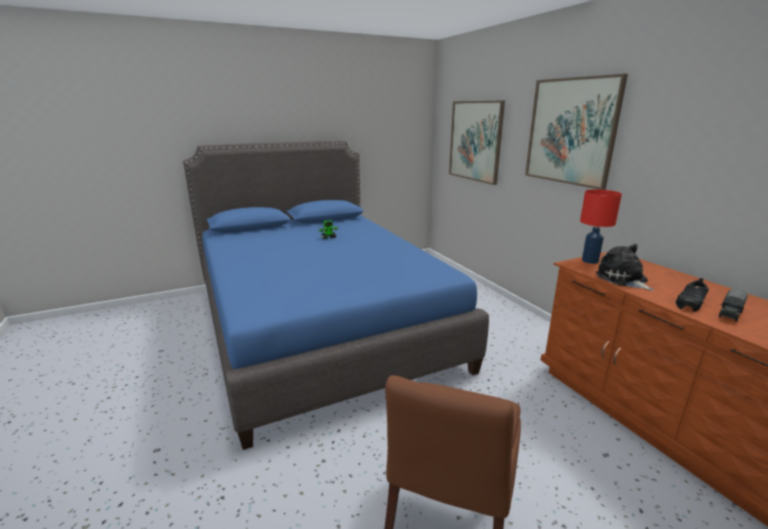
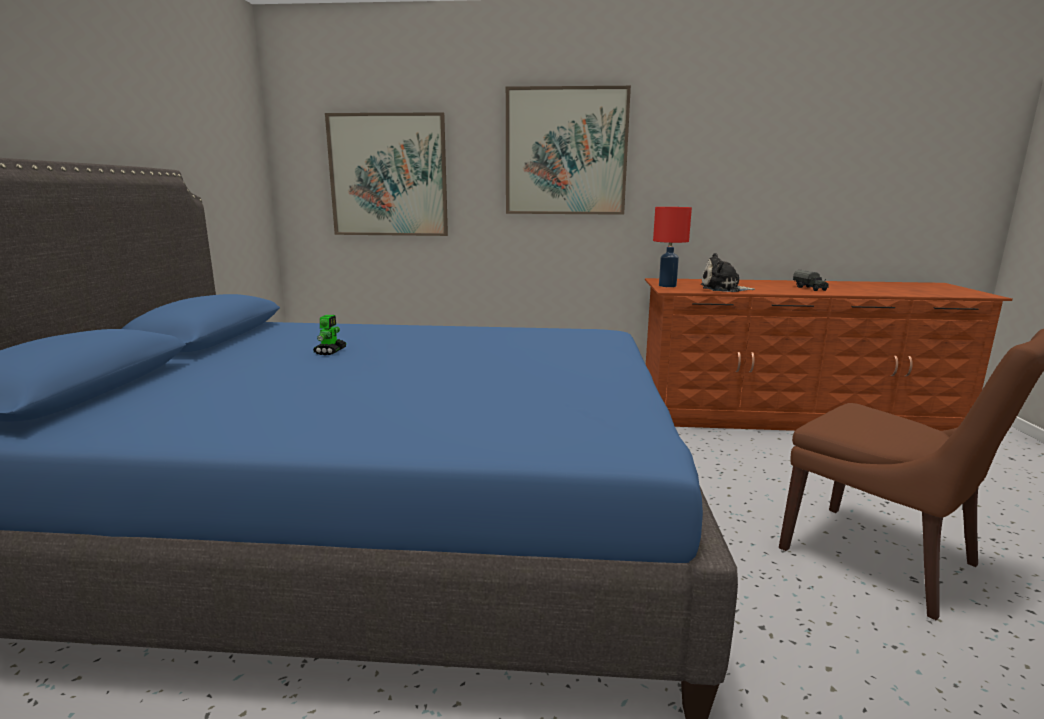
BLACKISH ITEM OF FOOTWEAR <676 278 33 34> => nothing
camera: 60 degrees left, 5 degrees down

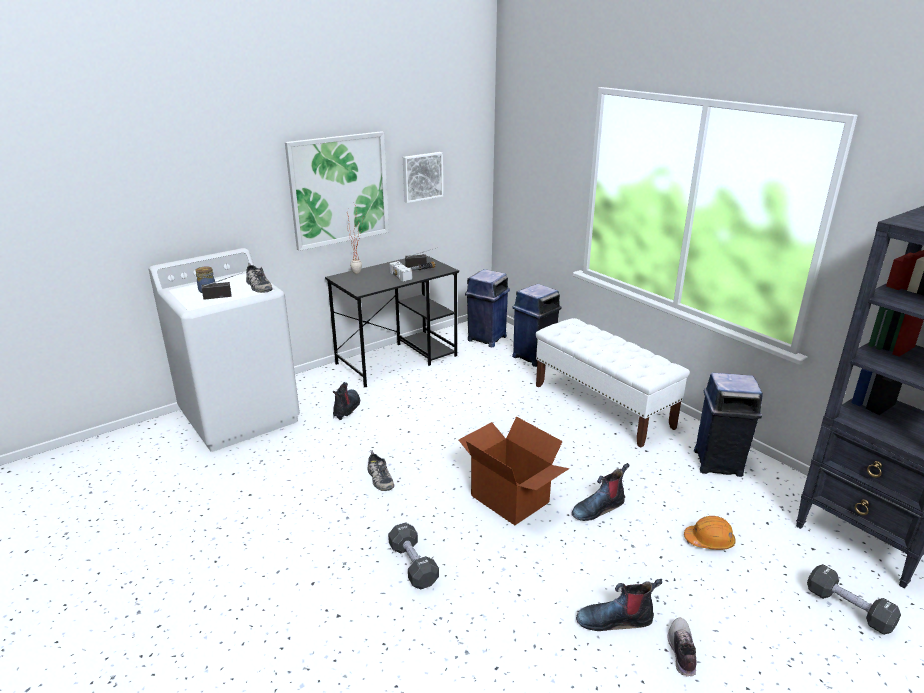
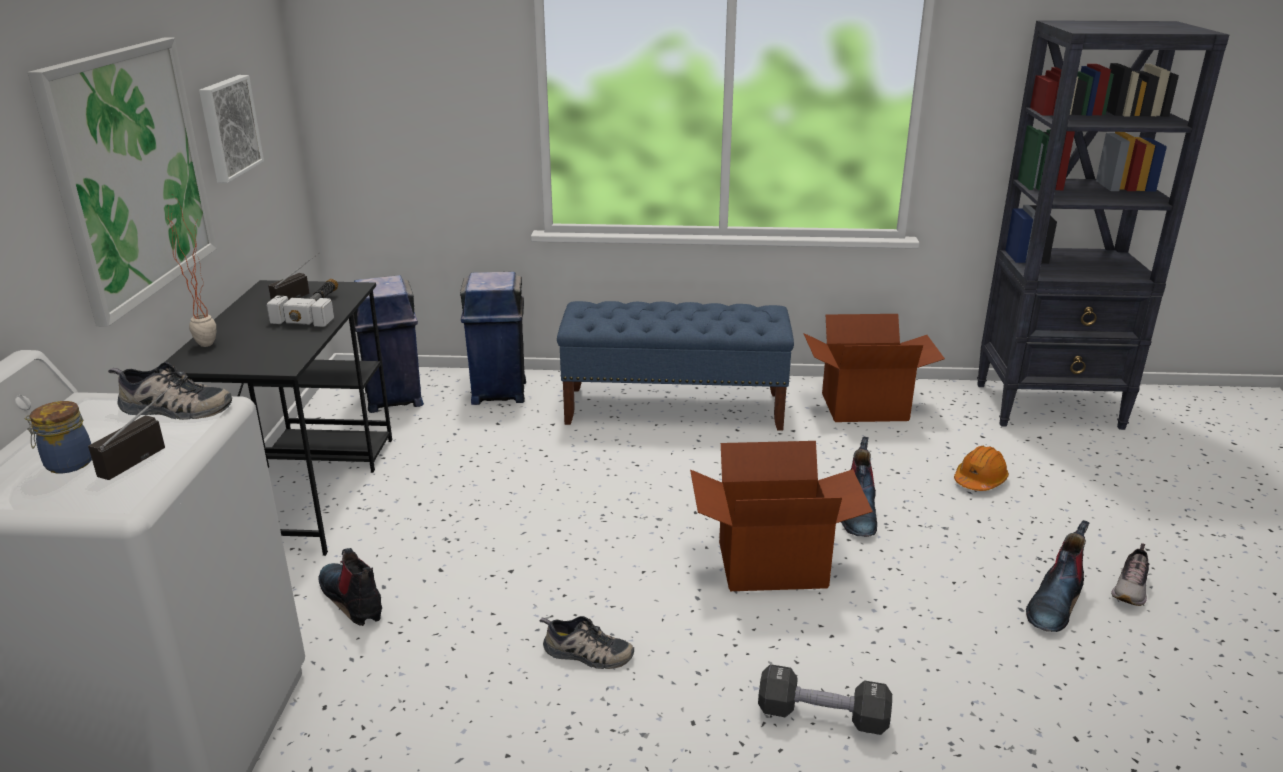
WHITISH BENCH <536 318 154 130> => BLUE-COLOURED BENCH <557 301 237 130>
ITEM OF FOOTWEAR <668 618 29 58> => ITEM OF FOOTWEAR <1111 543 38 63>, 105 degrees counterclockwise
BLUE-COLOURED RUBBISH BIN <694 373 69 104> => PACKING BOX <803 314 142 108>
BLACKISH FREE WEIGHT <807 564 94 71> => nothing
camera: 50 degrees left, 0 degrees up

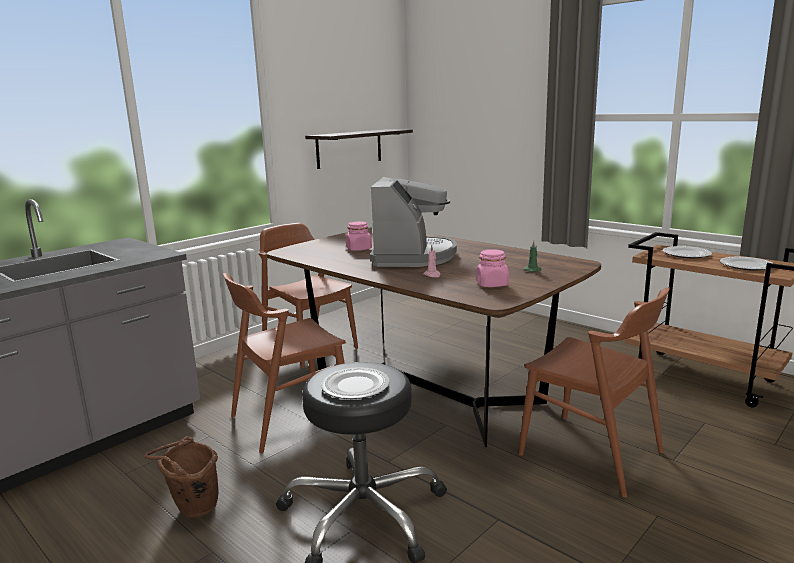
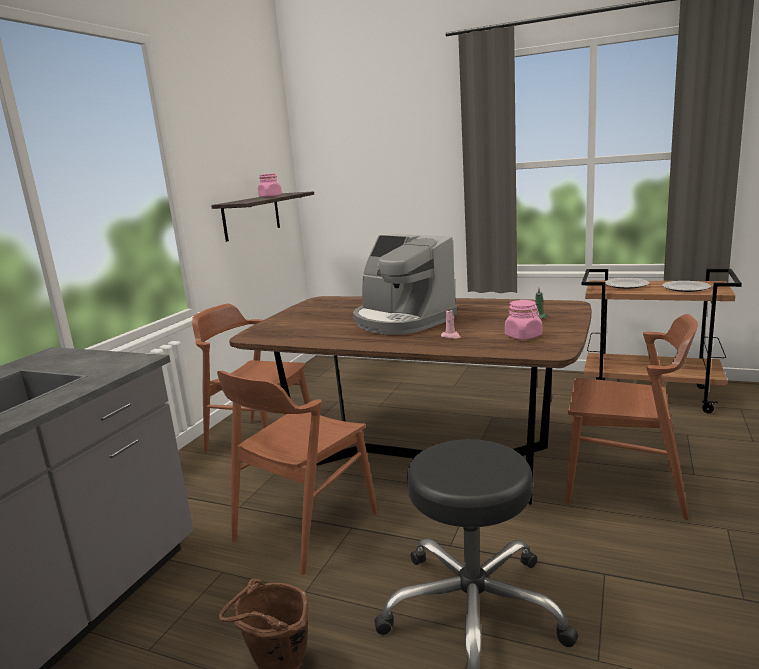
PLATE <321 367 69 32> => nothing
PINK JAR <346 221 26 30> => PINK JAR <258 173 24 24>, relocated
COFFEE BREWER <370 177 87 90> => COFFEE BREWER <353 234 104 101>, 150 degrees clockwise
camera: 20 degrees left, 0 degrees up

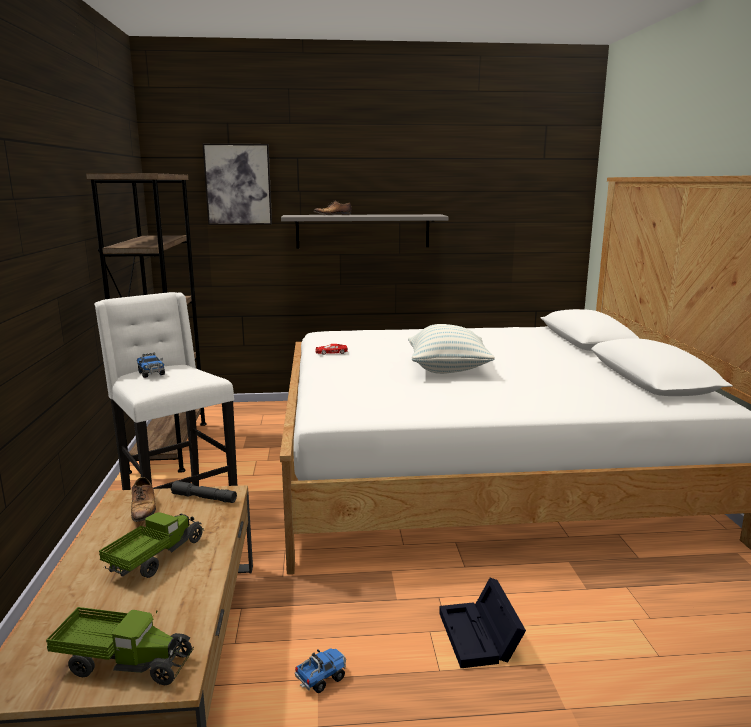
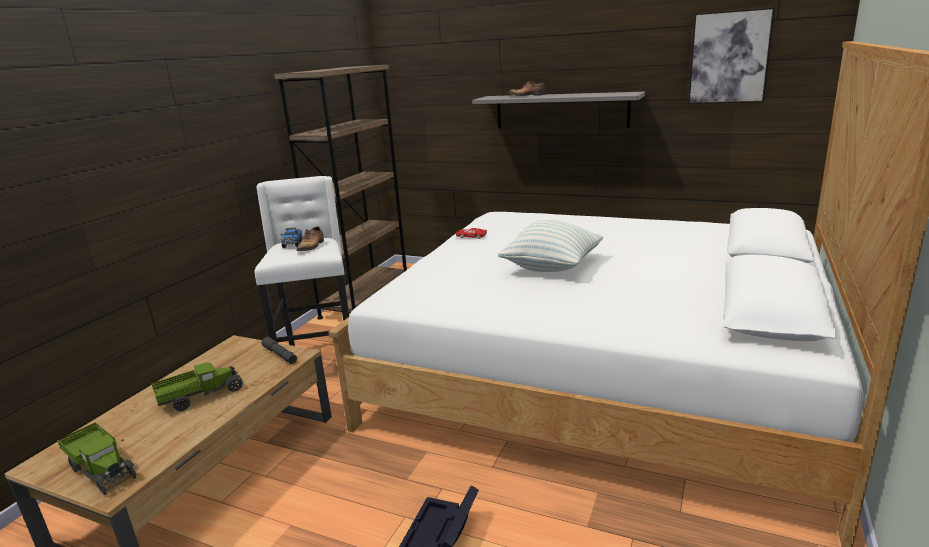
ITEM OF FOOTWEAR <131 477 25 45> => ITEM OF FOOTWEAR <296 226 28 25>, relocated
WALL ART <203 144 69 81> => WALL ART <688 7 87 97>, relocated
TOY LORRY <295 648 51 45> => nothing
camera: 30 degrees right, 5 degrees up

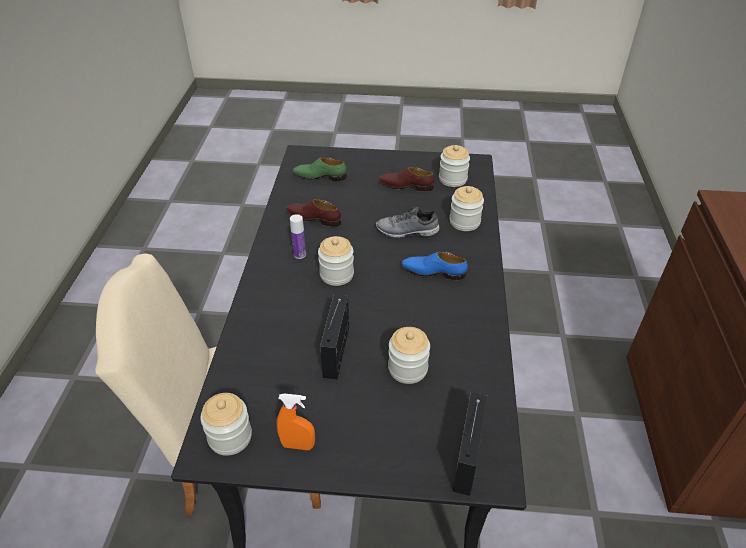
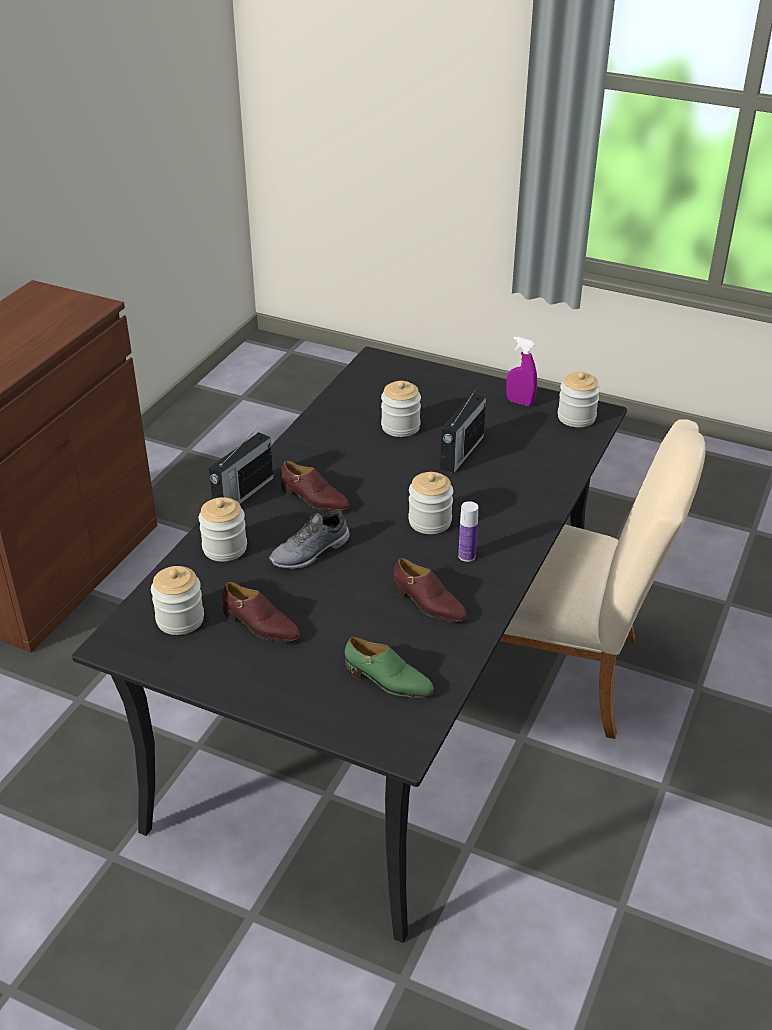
ORANGEY HAND SPRAYER <276 393 39 57> => PURPLE HAND SPRAYER <506 336 31 70>
GRAY ITEM OF FOOTWEAR <376 206 64 32> => GRAY ITEM OF FOOTWEAR <269 510 81 59>, 120 degrees clockwise
BLUE-COLOURED ITEM OF FOOTWEAR <401 252 67 28> => BROWN-COLOURED ITEM OF FOOTWEAR <280 461 69 51>
RADIO SET <453 392 35 104> => RADIO SET <209 427 65 77>, relocated
camera: 160 degrees left, 5 degrees down

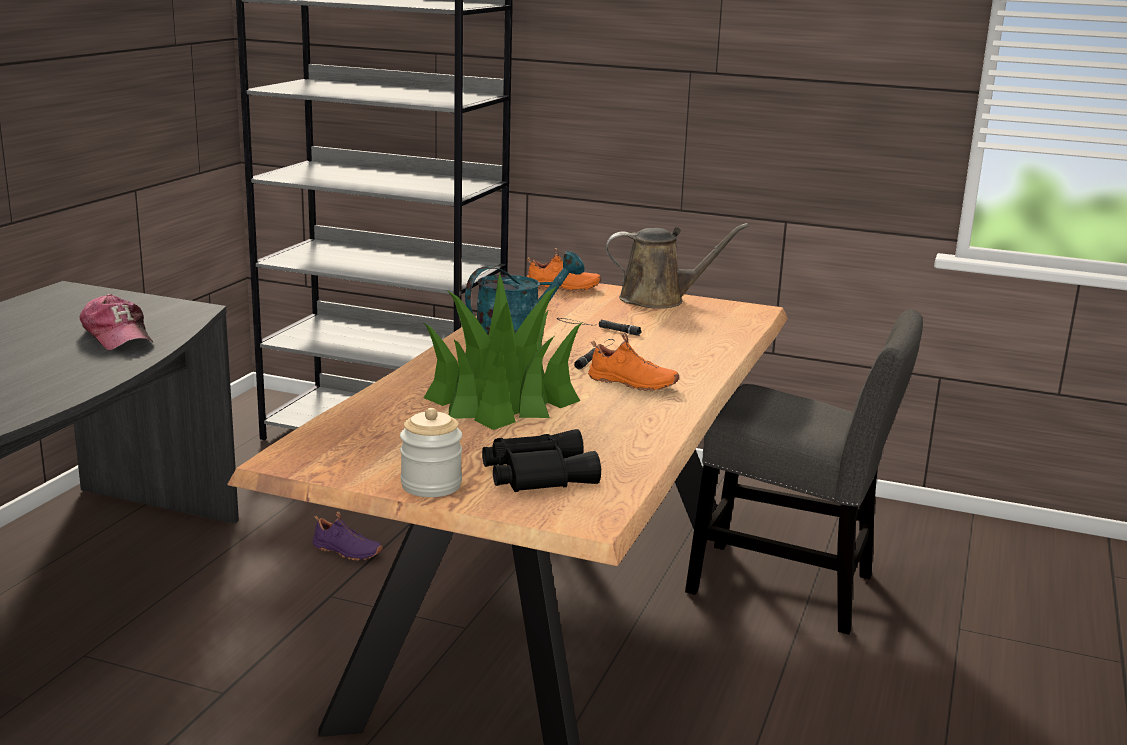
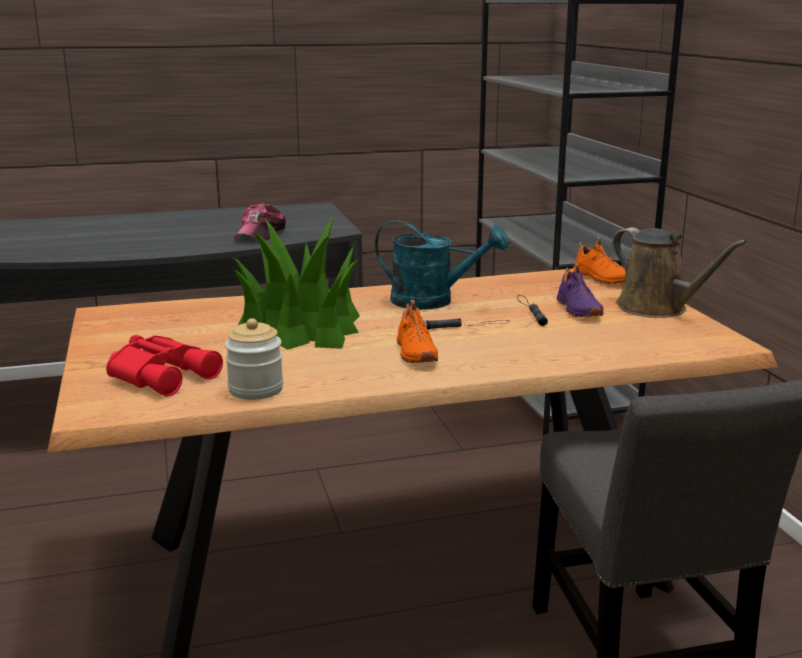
PURPLE ITEM OF FOOTWEAR <313 511 70 49> => PURPLE ITEM OF FOOTWEAR <557 263 46 54>, relocated
JAR <400 408 62 89> => JAR <225 318 58 82>, relocated
BLACKISH FIELD GLASSES <482 429 119 63> => RED FIELD GLASSES <106 335 117 61>
camera: 55 degrees right, 0 degrees up

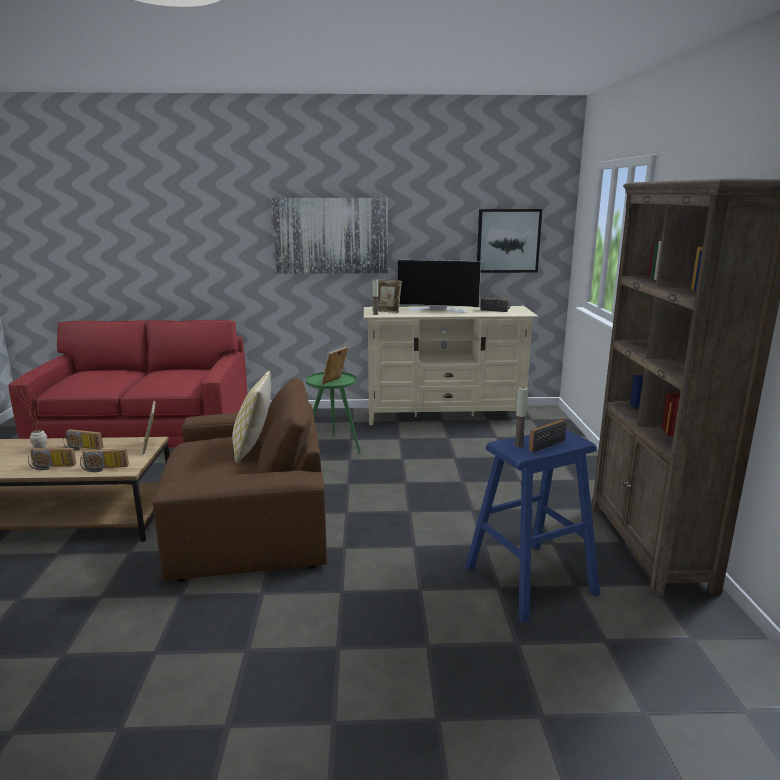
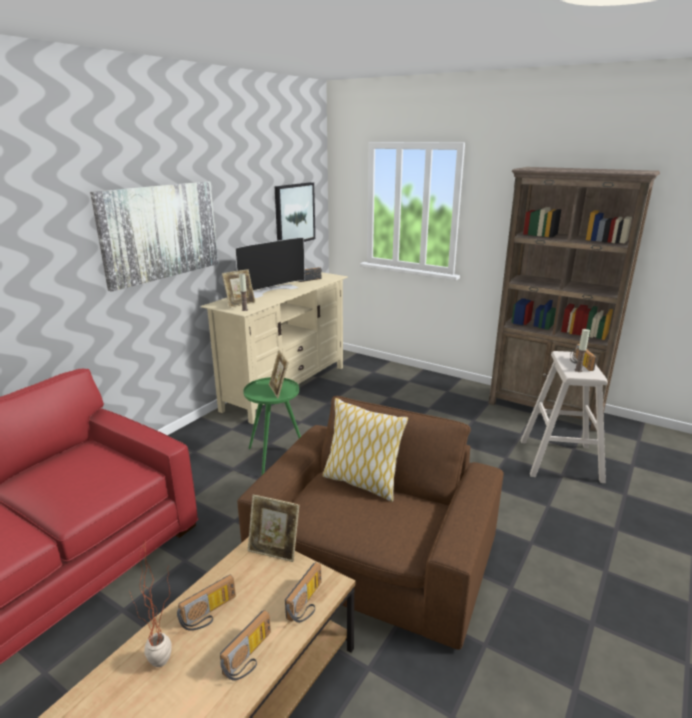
BLUE-COLOURED STOOL <465 430 135 193> => SAND-COLOURED STOOL <520 351 88 132>
camera: 55 degrees left, 5 degrees up

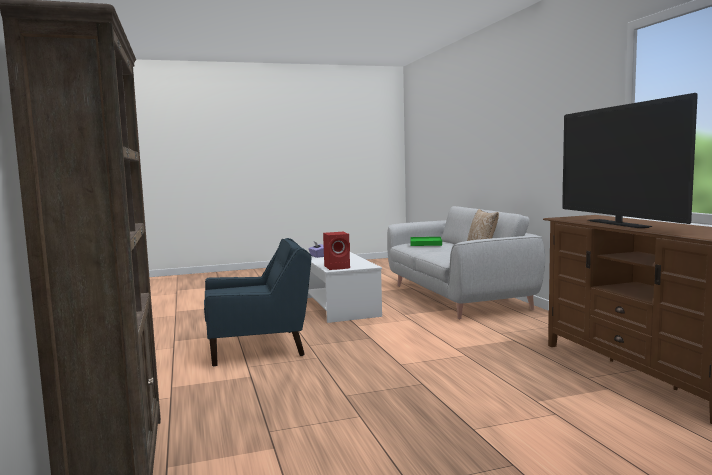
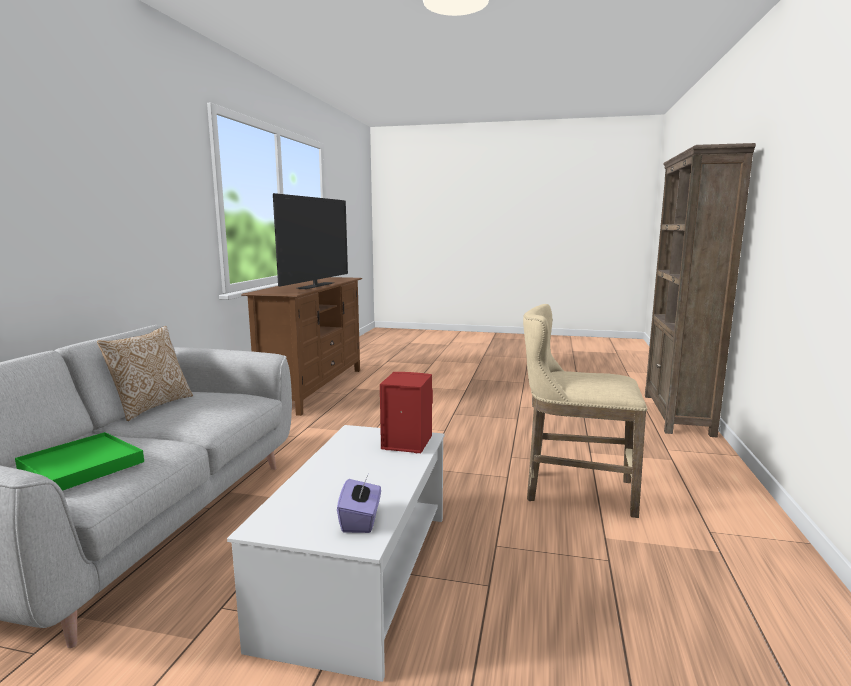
BLUE-COLOURED ARMCHAIR <204 238 107 129> => SAND-COLOURED STOOL <523 304 124 214>
camera: 150 degrees left, 5 degrees up

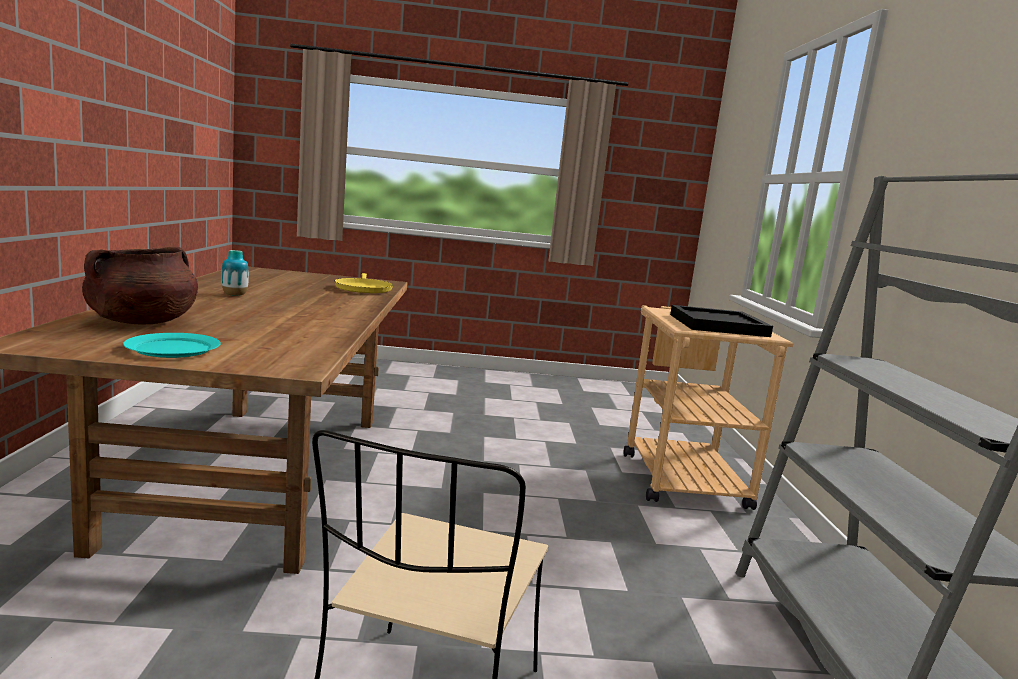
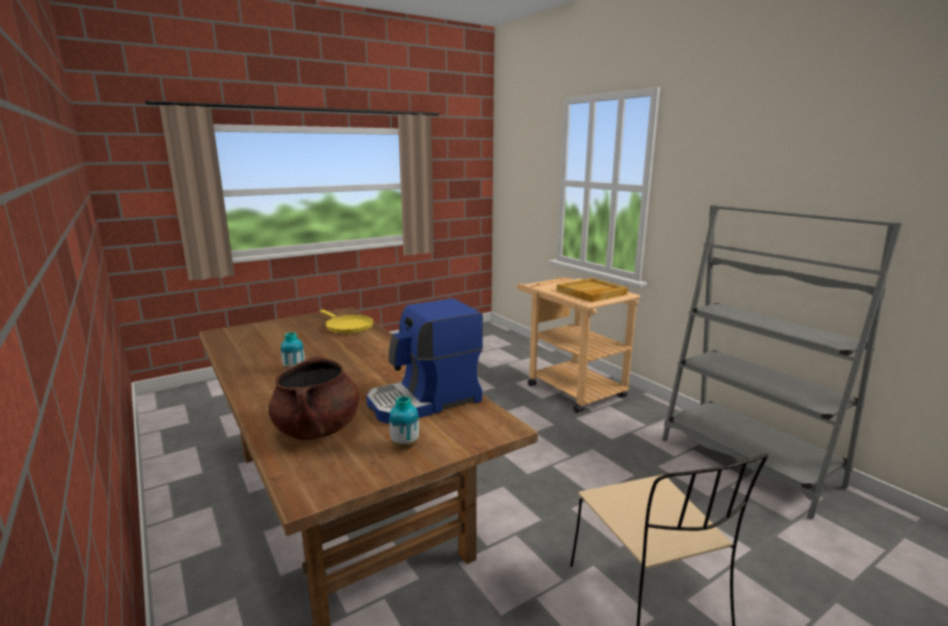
BLUE-GREEN PLATE <123 333 98 25> => DECORATIVE VASE <389 396 30 53>
BLACKISH CARRYING TRAY <670 305 103 32> => SAND-COLOURED CARRYING TRAY <557 278 71 24>
nothing => COFFEE BREWER <366 298 117 126>
camera: 30 degrees left, 5 degrees up

